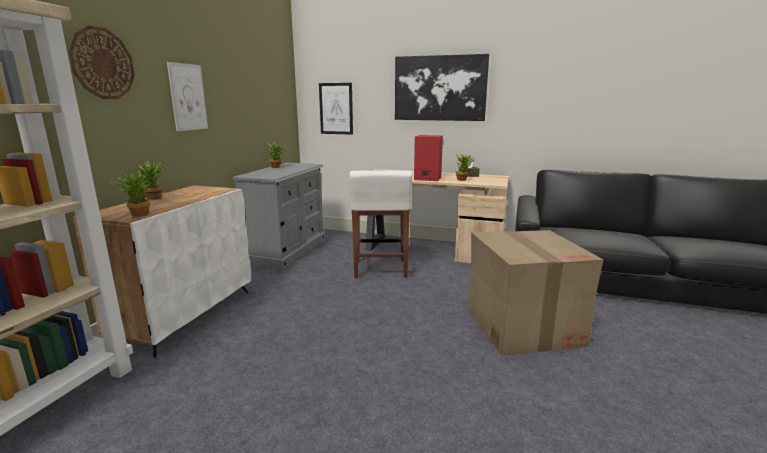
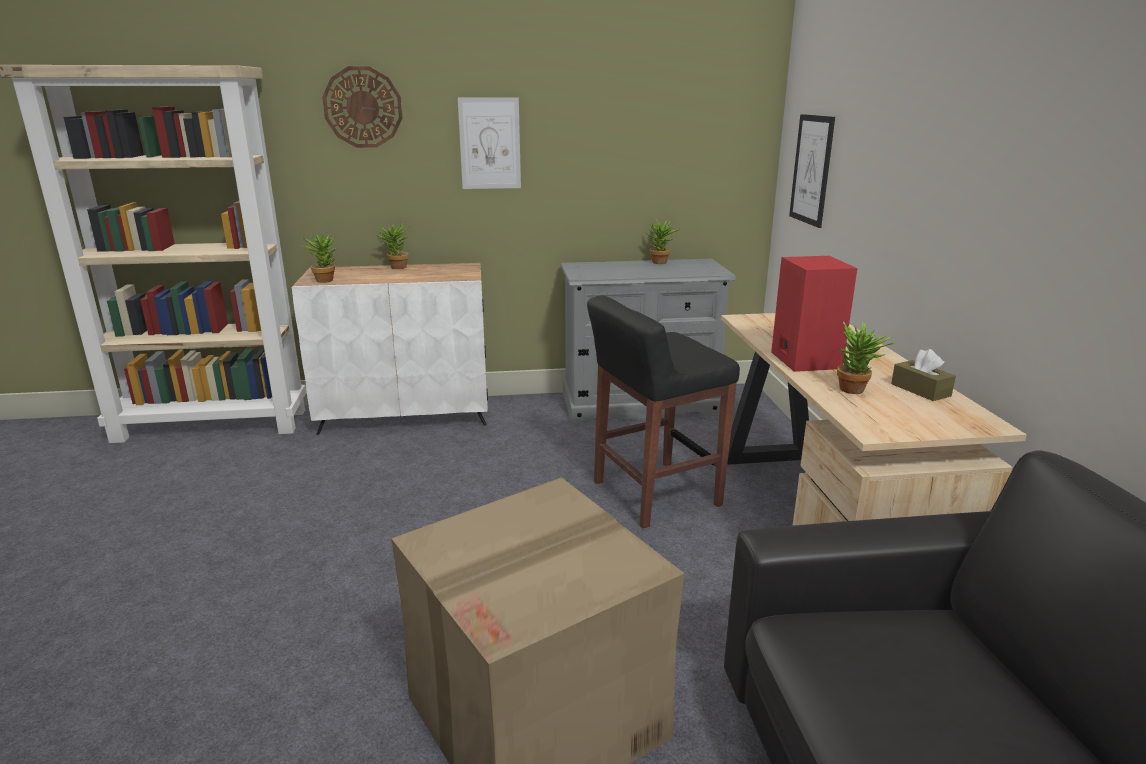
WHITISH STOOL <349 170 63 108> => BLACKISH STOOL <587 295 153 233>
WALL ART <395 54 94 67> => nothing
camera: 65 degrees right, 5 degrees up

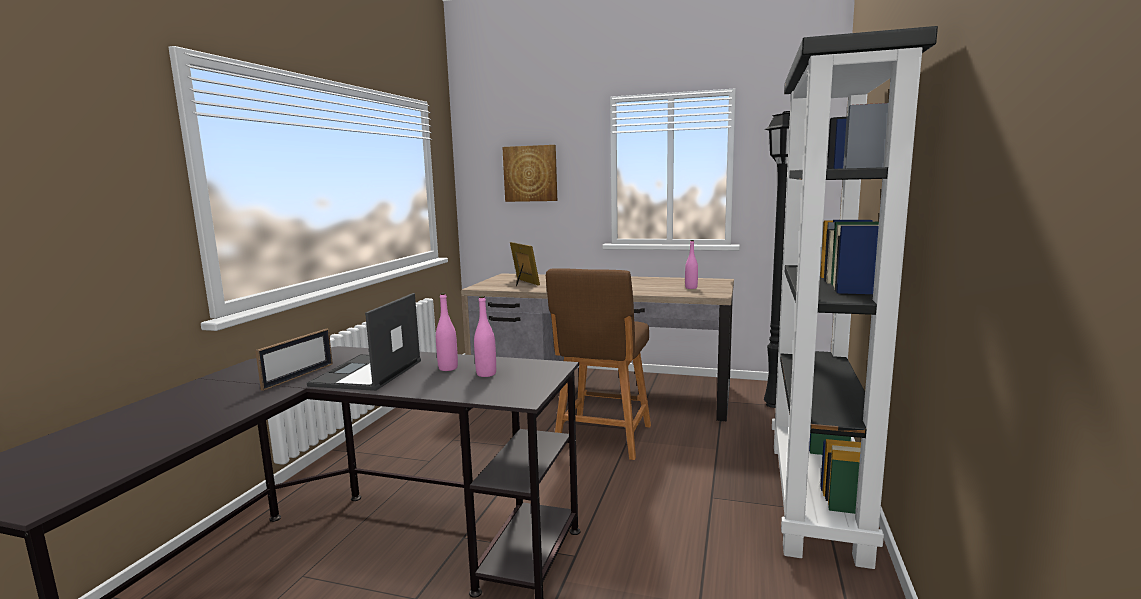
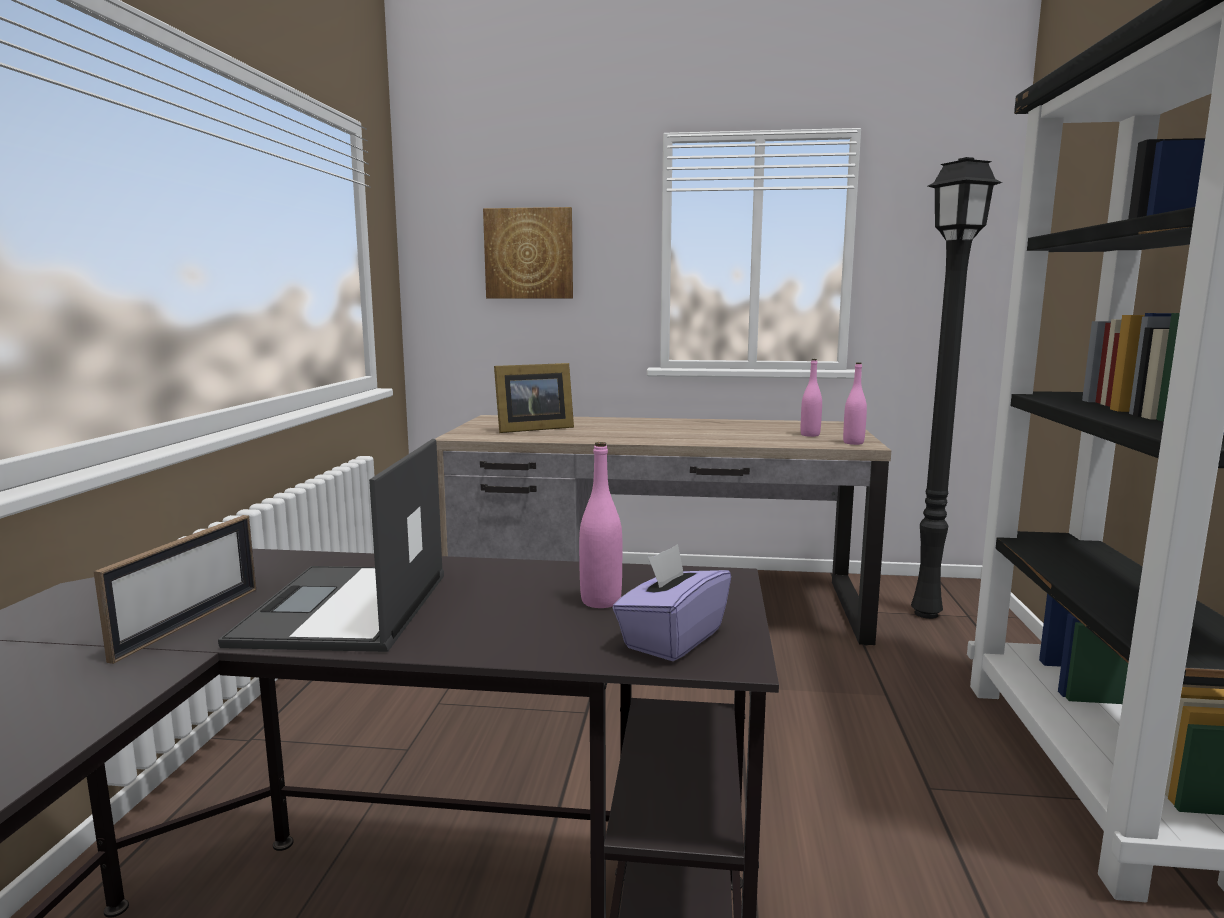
PINK BOTTLE <436 293 22 78> => PINK BOTTLE <843 362 24 83>, relocated
PICTURE FRAME <510 242 30 44> => PICTURE FRAME <494 363 80 70>, 105 degrees clockwise
BROWN-COLOURED STOOL <546 268 105 192> => nothing
nothing => PURPLE BOX OF TISSUES <613 544 118 117>
camera: 10 degrees left, 0 degrees up

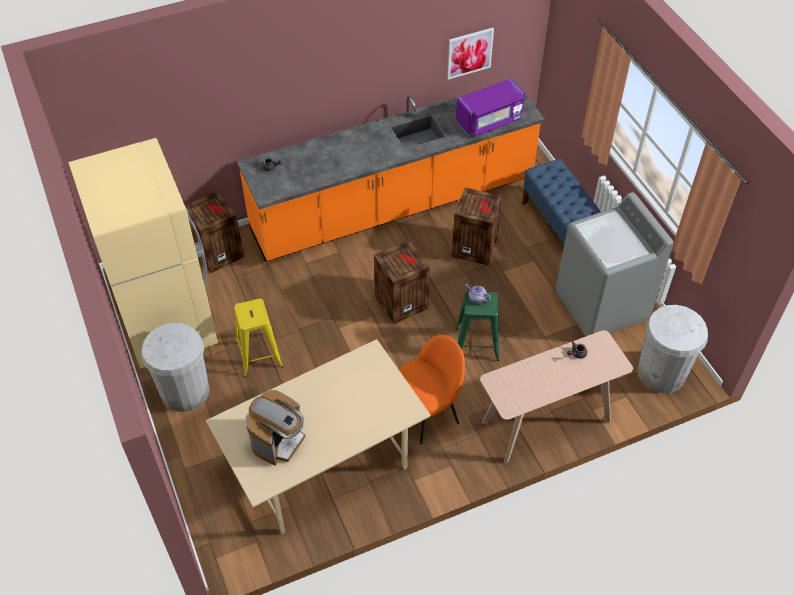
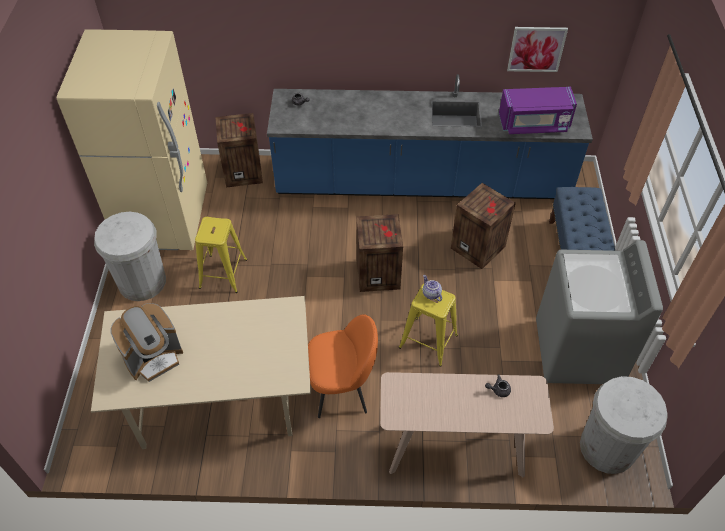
ORANGEY COUNTER <237 80 307 182> => BLUE-COLOURED COUNTER <267 74 326 125>
GREEN-COLOURED STOOL <455 291 44 70> => YELLOWISH STOOL <399 284 59 83>
camera: 25 degrees right, 0 degrees up

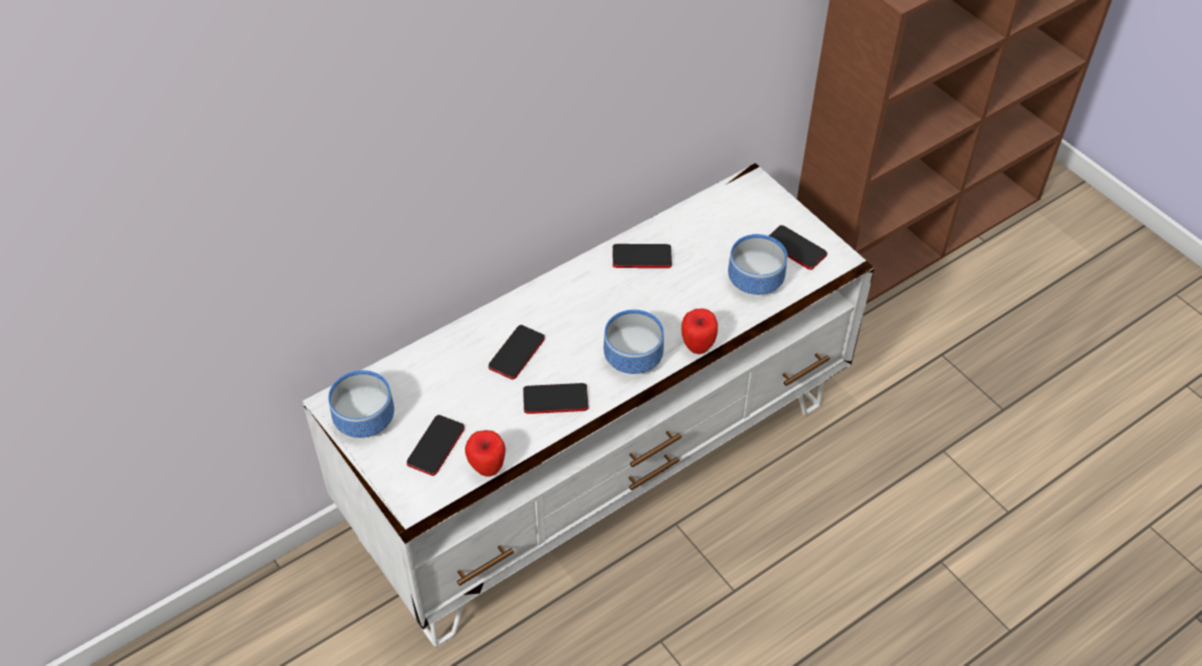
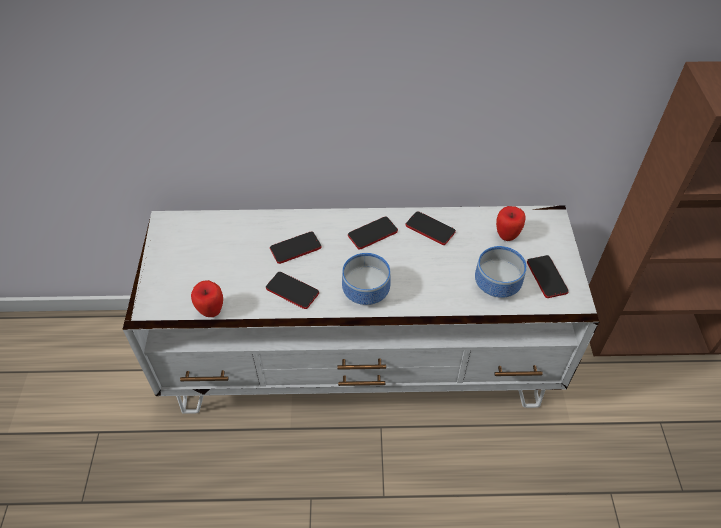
BOWL <328 370 66 68> => nothing
TELEPHONE <407 415 58 61> => TELEPHONE <348 217 50 32>, relocated
APPLE FRUIT <681 308 37 46> => APPLE FRUIT <496 206 30 35>, relocated
camera: 35 degrees right, 0 degrees up

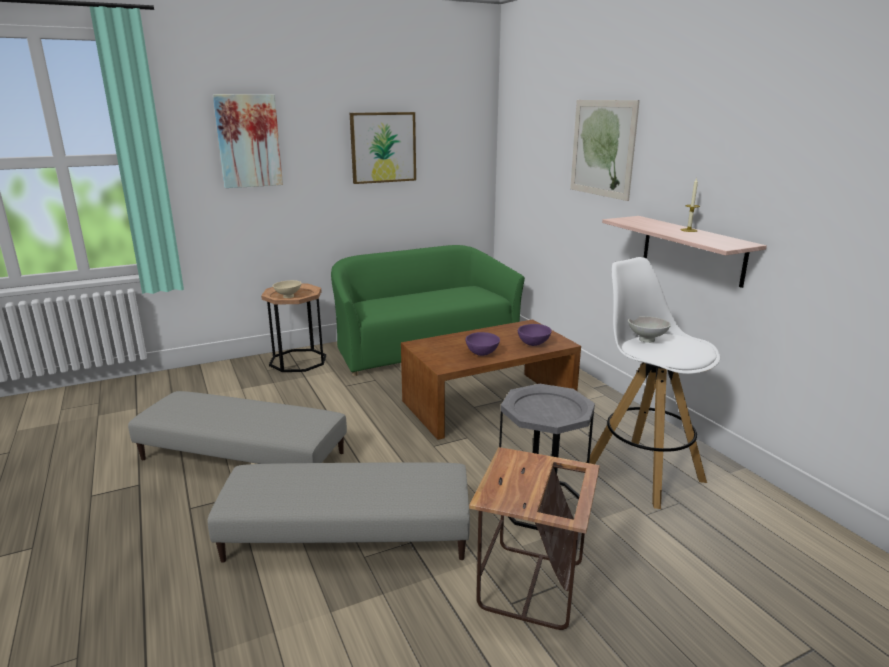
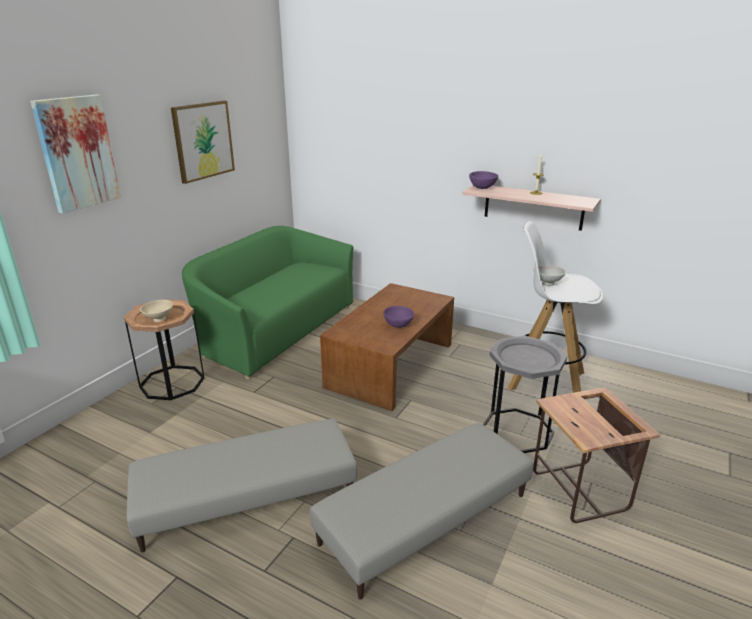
PURPLE BOWL <518 324 34 22> => PURPLE BOWL <469 171 29 18>, relocated
WALL ART <570 100 70 101> => nothing
camera: 35 degrees left, 5 degrees up

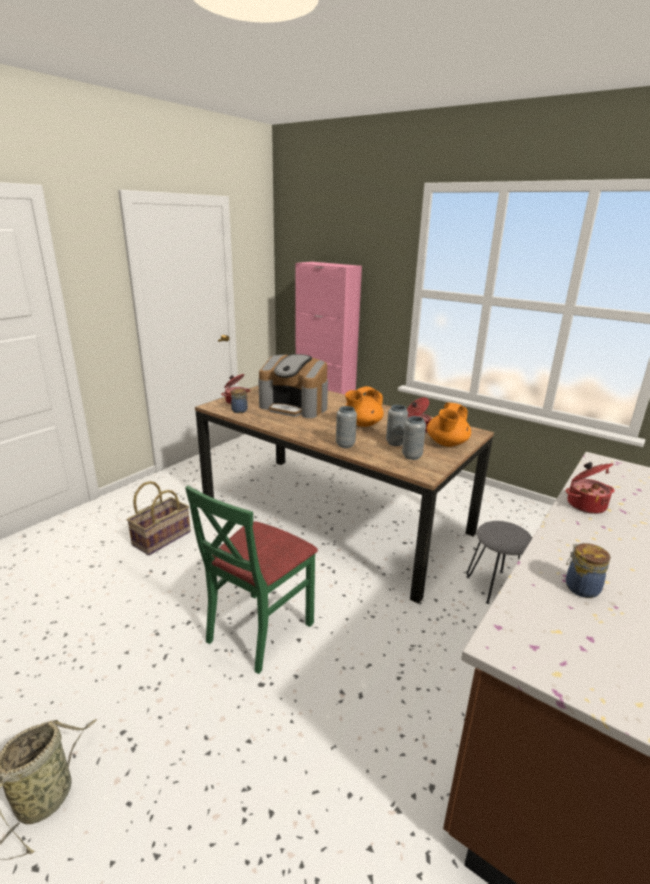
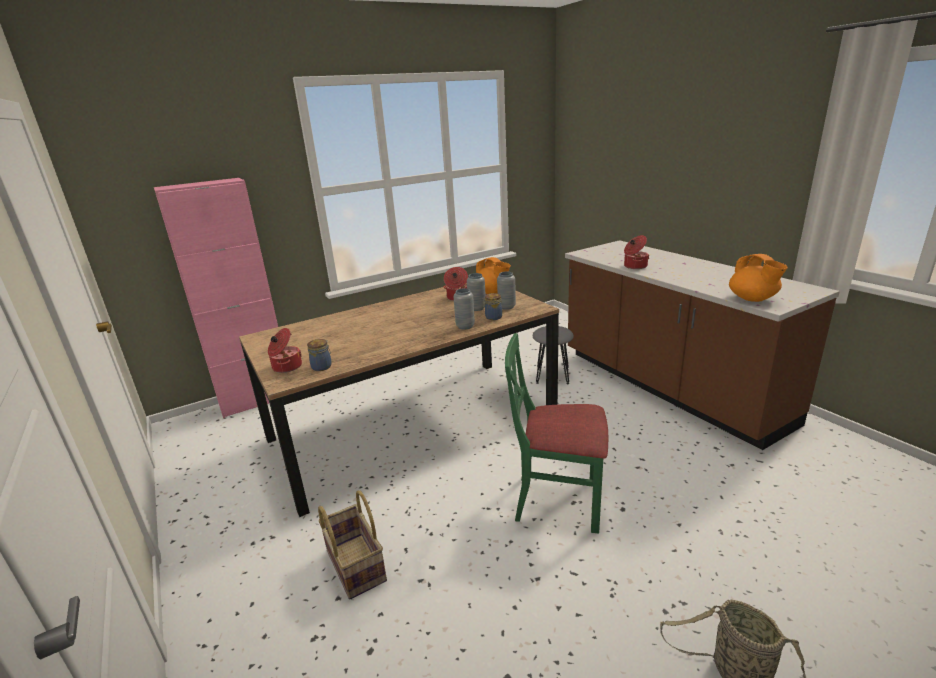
GREEN-COLOURED CHAIR <185 486 133 188> => GREEN-COLOURED CHAIR <505 333 103 200>, 135 degrees clockwise
COFFEE BREWER <258 354 70 64> => nothing
ORANGEY POT FOR TEA <345 386 39 41> => ORANGEY POT FOR TEA <729 254 59 48>, relocated
JAR <566 543 44 55> => JAR <483 293 19 27>, relocated
camera: 65 degrees left, 0 degrees up

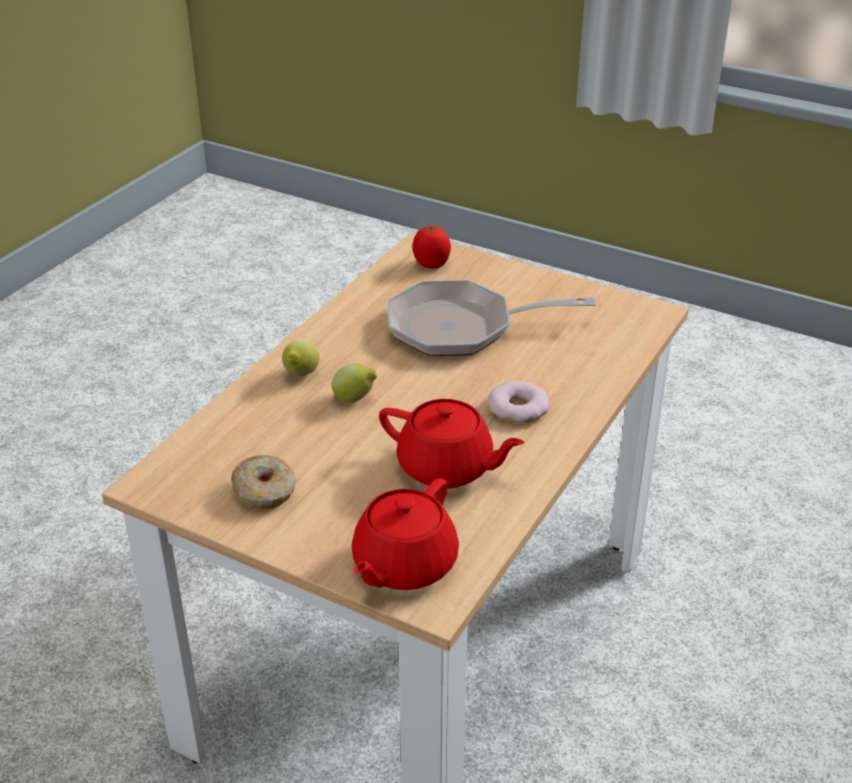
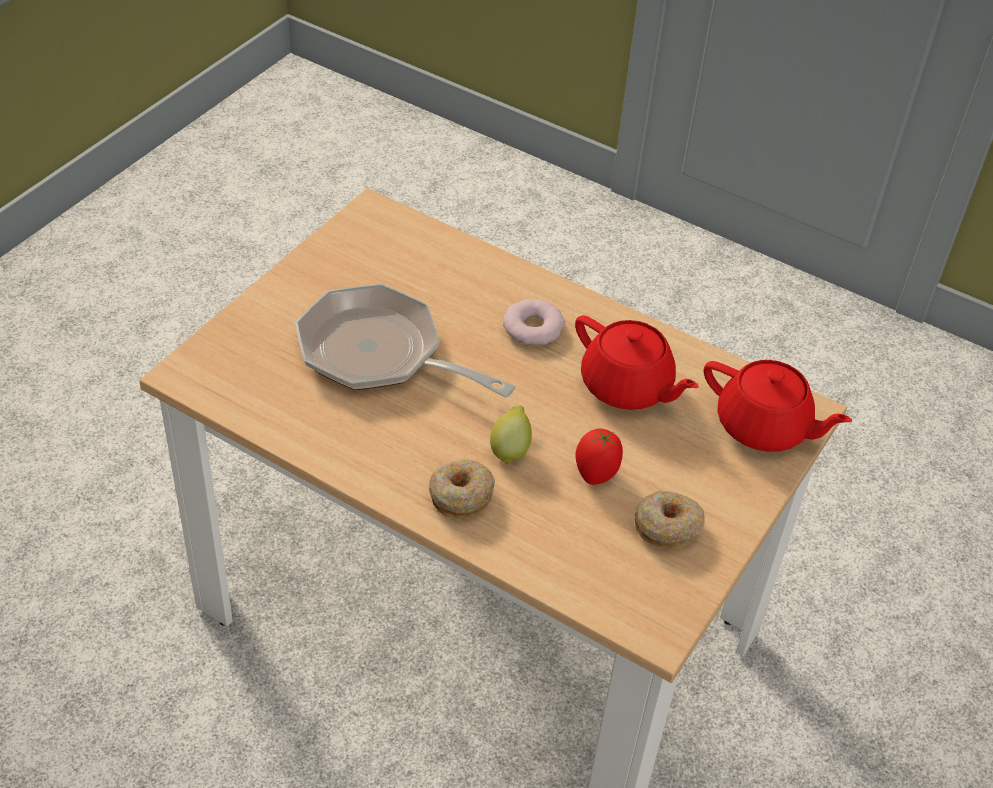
WHOLE LEMON <282 341 37 35> => DONUT <429 459 66 60>
RED POT FOR TEA <379 399 145 90> => RED POT FOR TEA <575 315 124 95>, 105 degrees clockwise
FRYING PAN <388 280 208 76> => FRYING PAN <295 284 221 114>, 120 degrees clockwise
TOMATO <413 226 38 43> => TOMATO <575 428 48 57>, relocated
camera: 90 degrees left, 10 degrees up

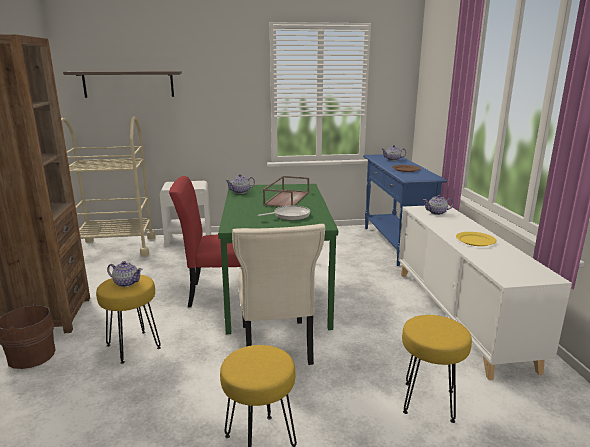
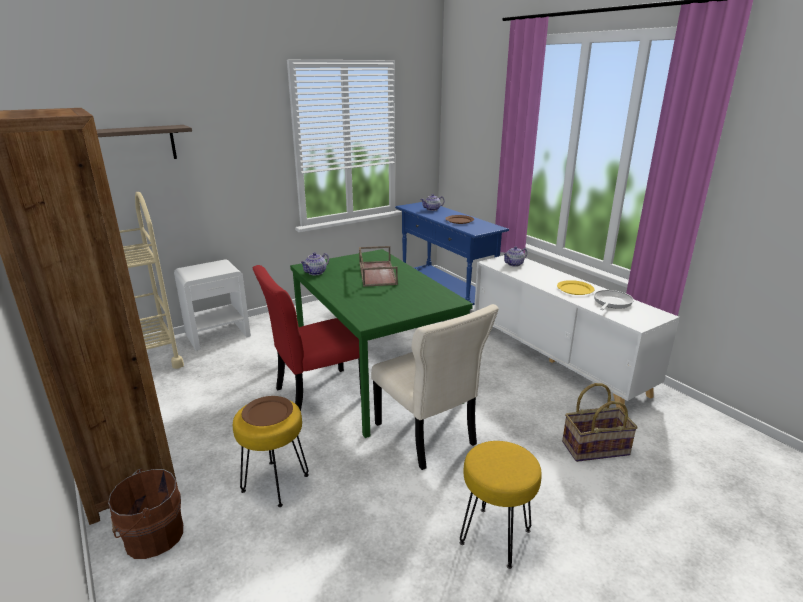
POT FOR TEA <107 261 36 26> => BROWN-COLOURED PLATE <242 396 51 30>
FRYING PAN <258 205 52 15> => FRYING PAN <594 290 40 20>, relocated
YELLOWISH STOOL <402 315 70 108> => BASKET <562 383 76 79>
camera: 25 degrees left, 5 degrees up

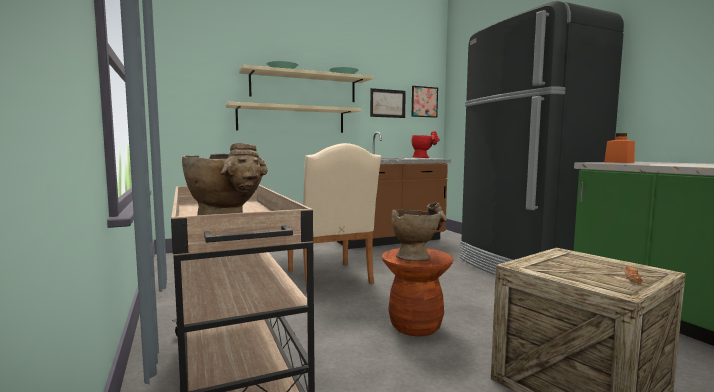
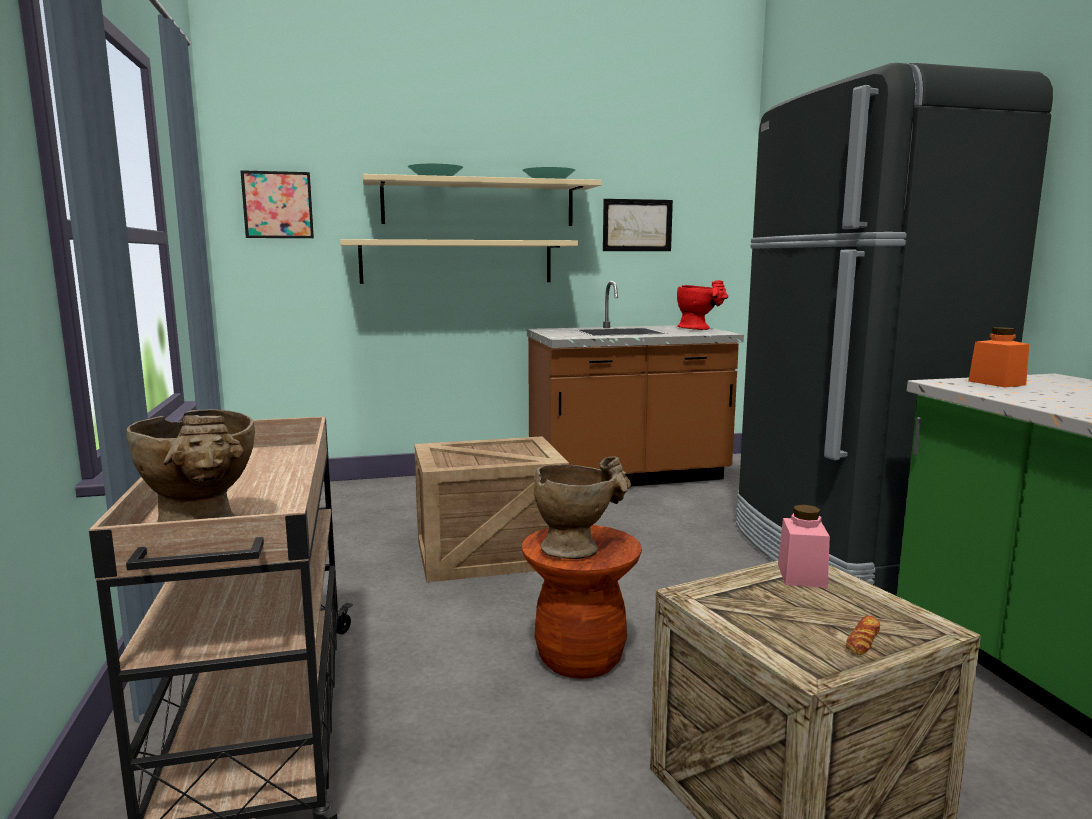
SAND-COLOURED CHAIR <288 143 93 148> => CRATE <414 436 155 146>
WALL ART <411 86 27 32> => WALL ART <240 170 74 68>, relocated
nothing => PINK JAR <778 505 52 83>
camera: 10 degrees right, 5 degrees up

